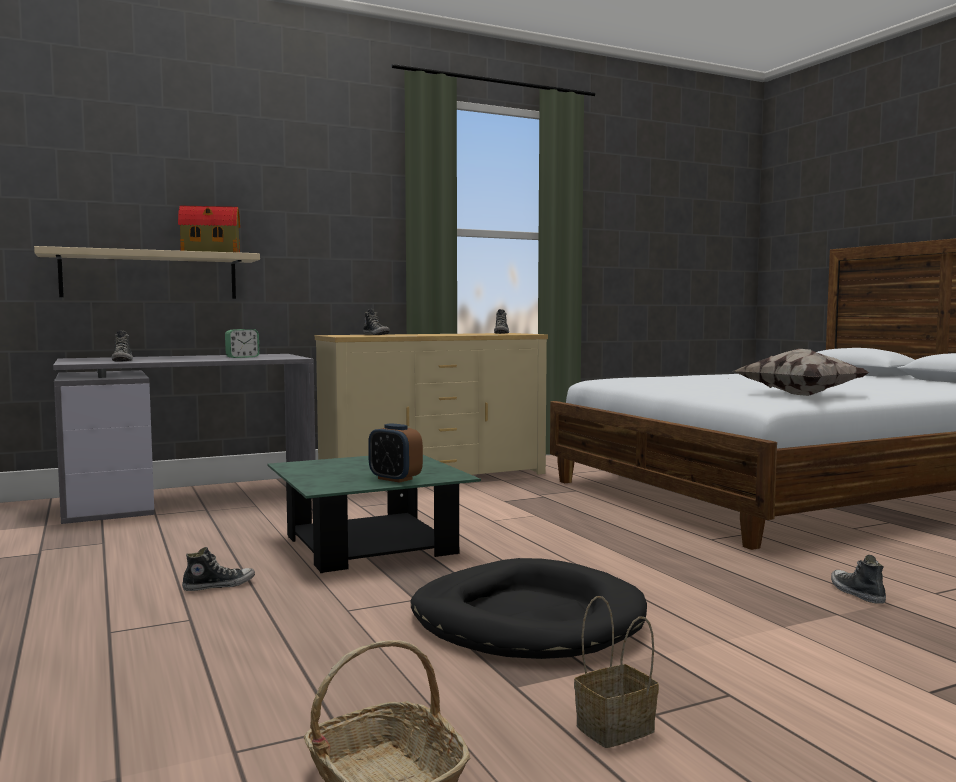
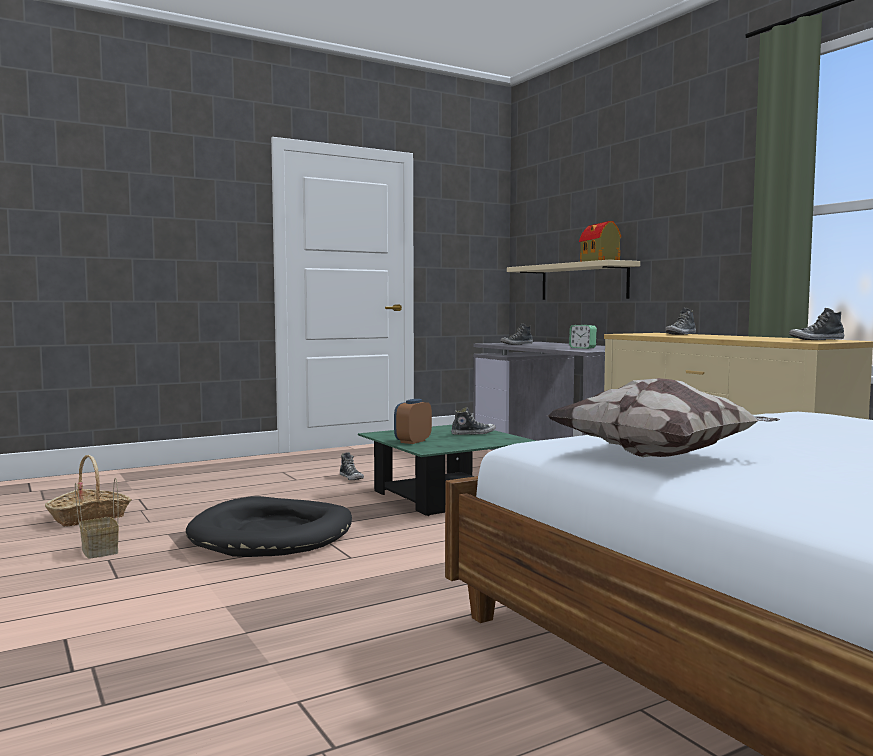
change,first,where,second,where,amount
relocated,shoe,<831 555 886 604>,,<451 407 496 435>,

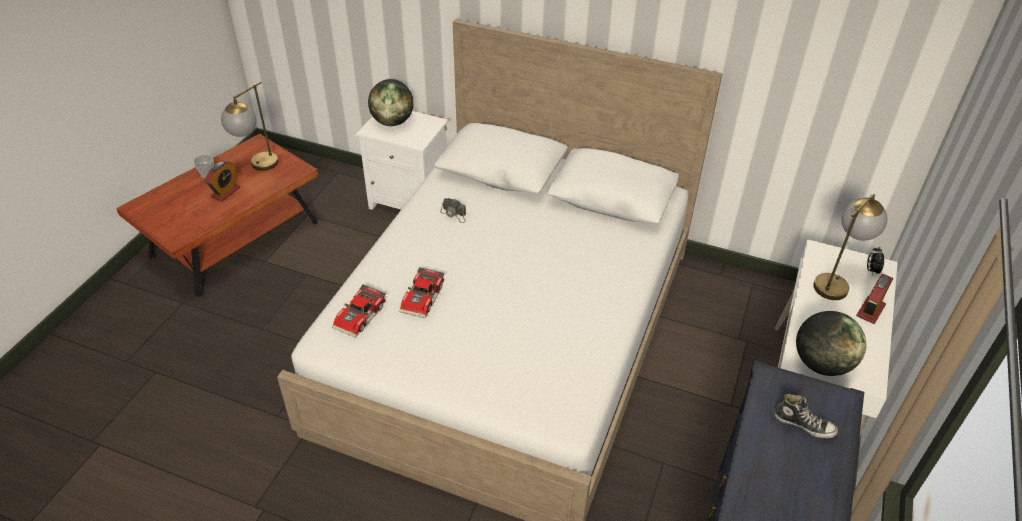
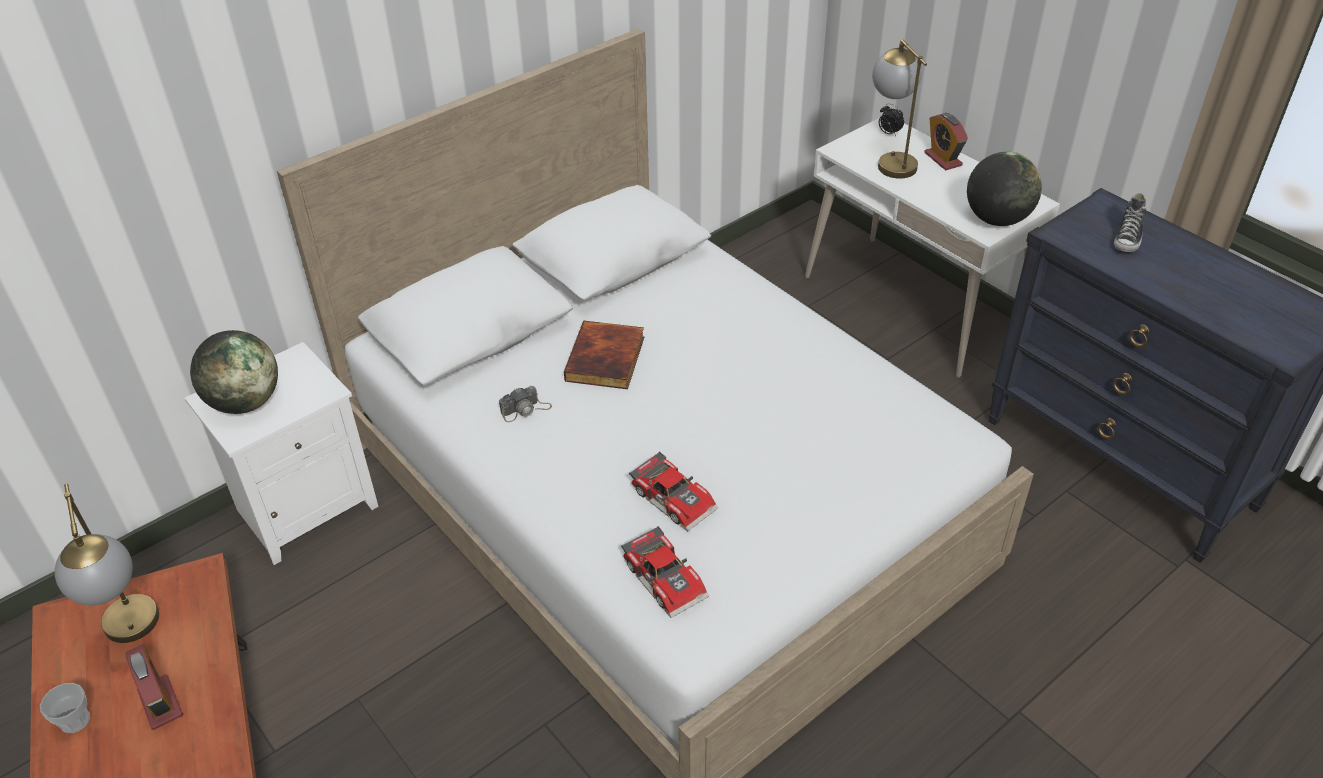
change,first,where,second,where,amount
spun,shoe,<773 394 838 438>,,<1114 193 1146 252>,150 degrees clockwise
appeared,,,book,<564 321 644 389>,

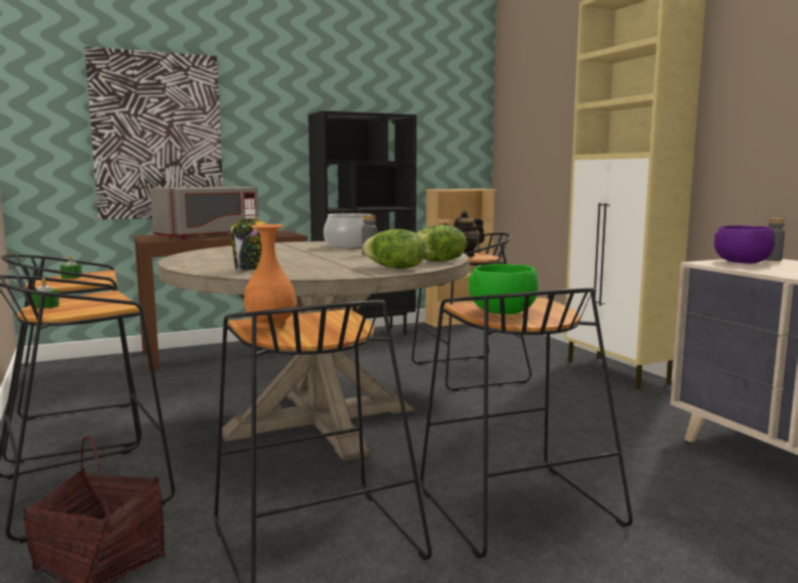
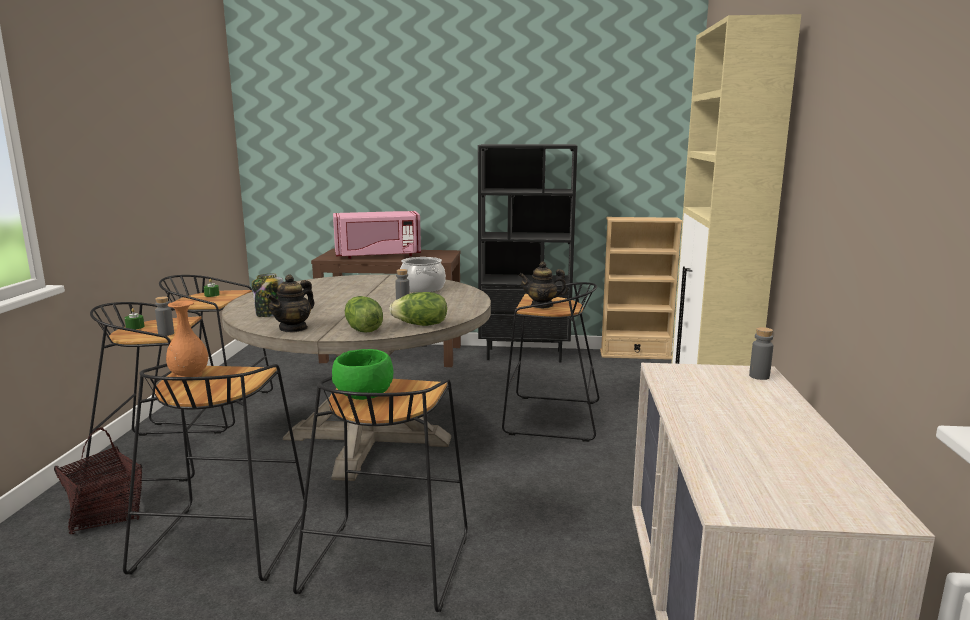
change,first,where,second,where,amount
missing,picture,<85 47 223 220>,,,
colour,grey microwave,<150 187 259 239>,pink microwave,<333 211 421 259>,
missing,purple bowl,<714 225 775 263>,,,
appeared,,,teapot,<266 274 315 333>,
appeared,,,grey bottle,<155 296 174 336>,

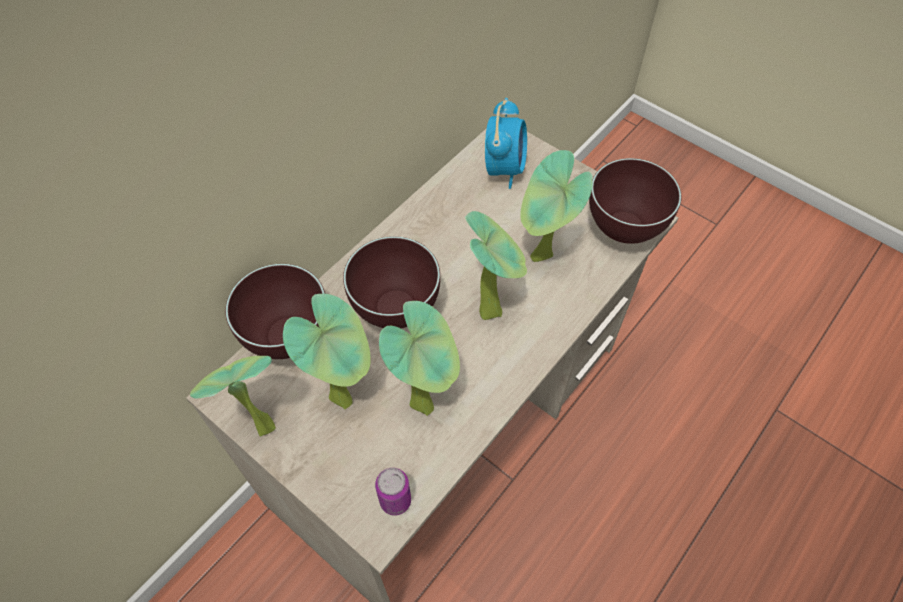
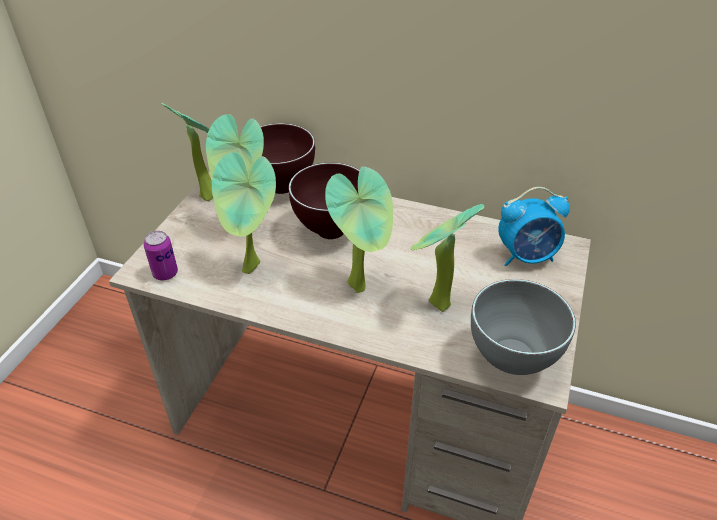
change,first,where,second,where,amount
colour,brown bowl,<589 158 682 244>,grey bowl,<471 279 576 375>,

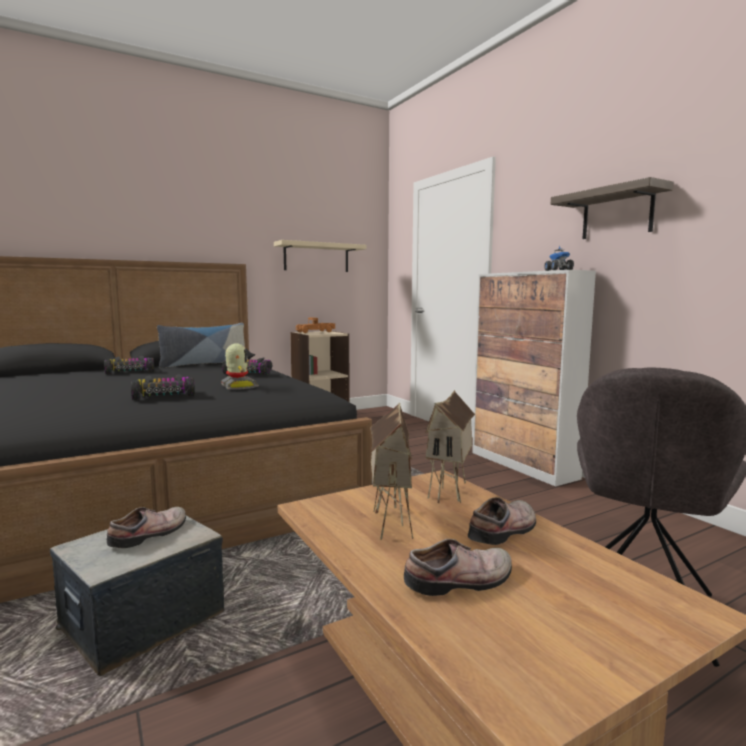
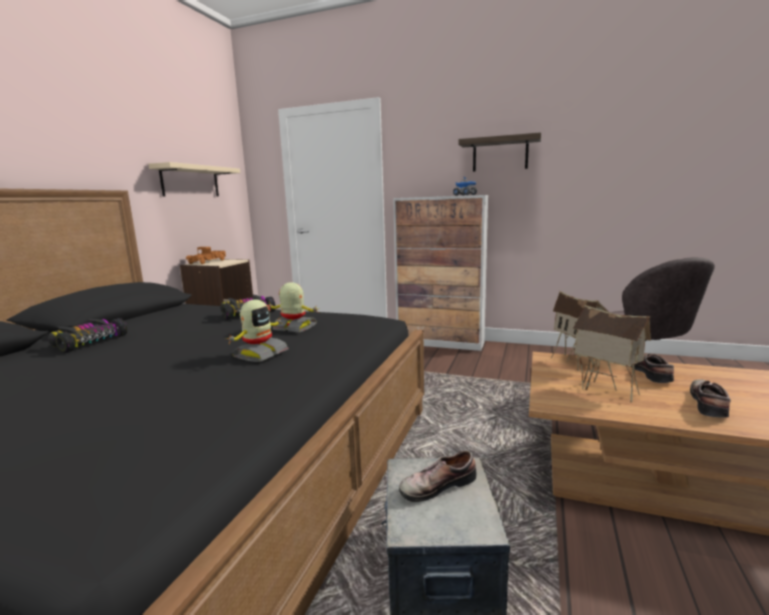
change,first,where,second,where,amount
missing,pillow,<157 323 248 368>,,,
exchanged,toy car,<131 374 195 400>,toy robot,<225 299 288 362>,
spun,shoe,<107 507 186 548>,,<399 450 476 502>,105 degrees counterclockwise

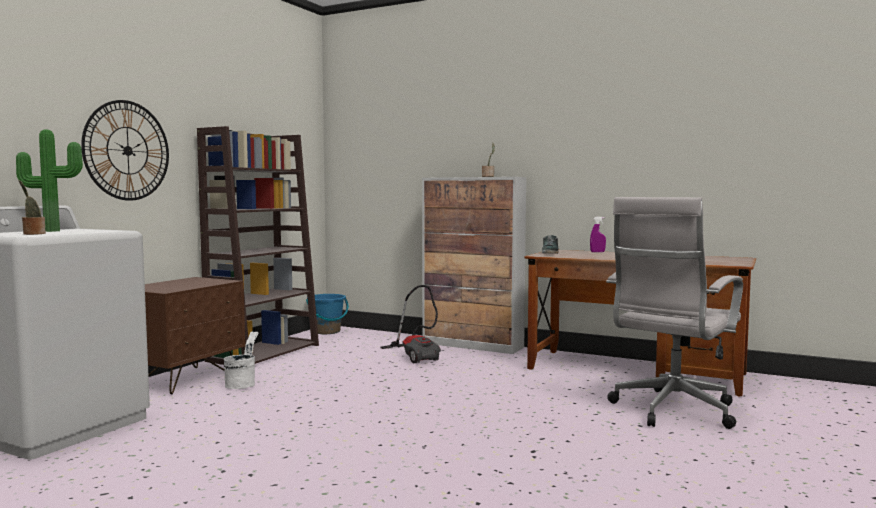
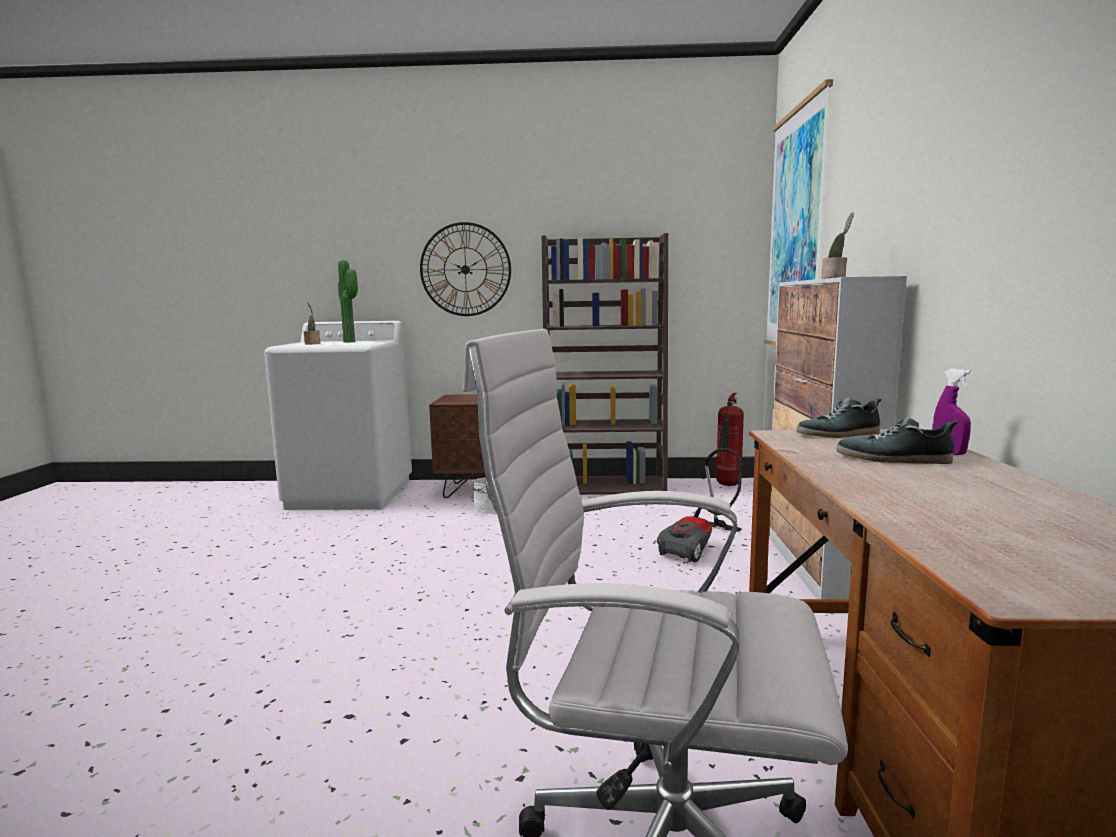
change,first,where,second,where,amount
exchanged,blue bucket,<306 294 348 334>,fire extinguisher,<716 393 744 486>,
appeared,,,picture,<764 79 833 346>,
appeared,,,shoe,<836 417 958 464>,

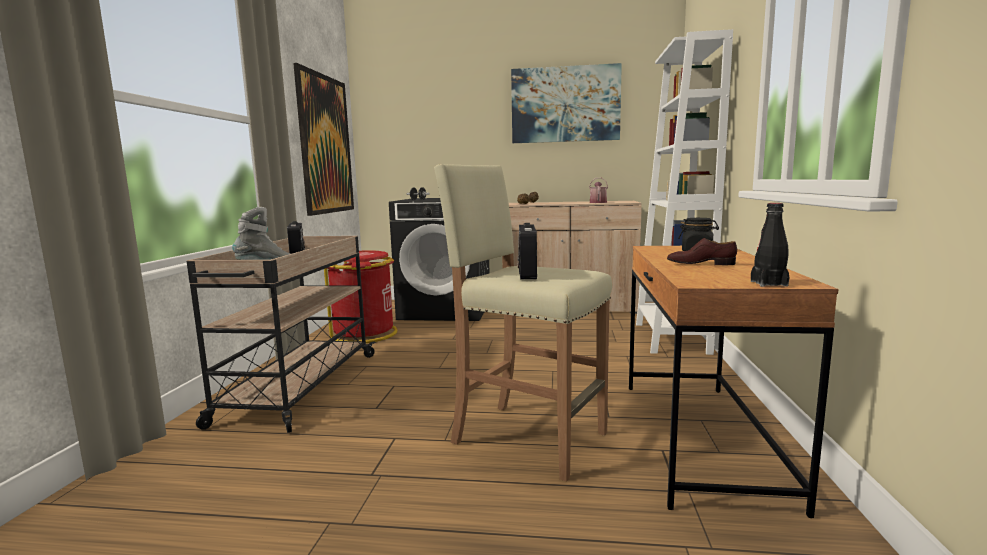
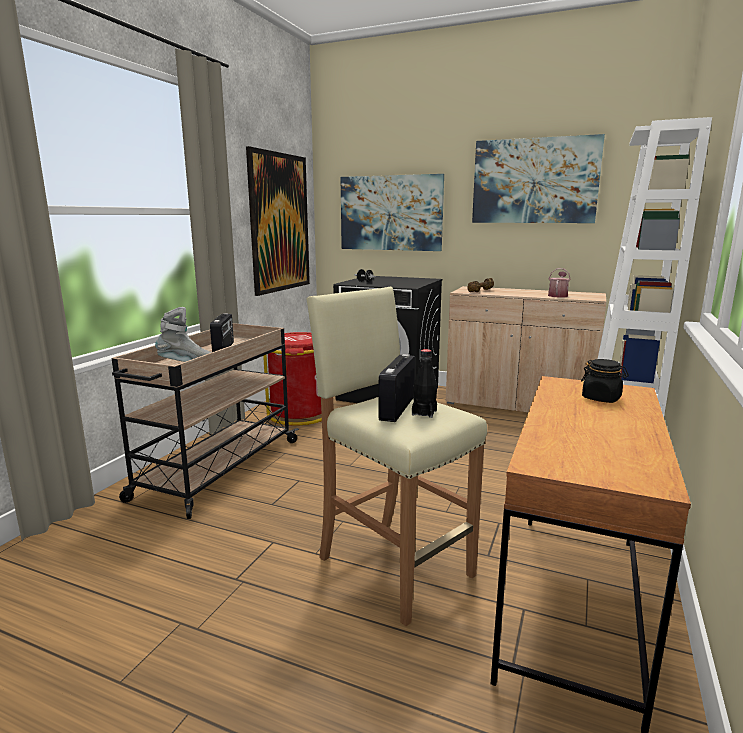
change,first,where,second,where,amount
relocated,black bottle,<751 203 790 287>,,<412 349 437 418>,
missing,brown shoe,<667 238 737 265>,,,
appeared,,,picture,<340 174 444 251>,

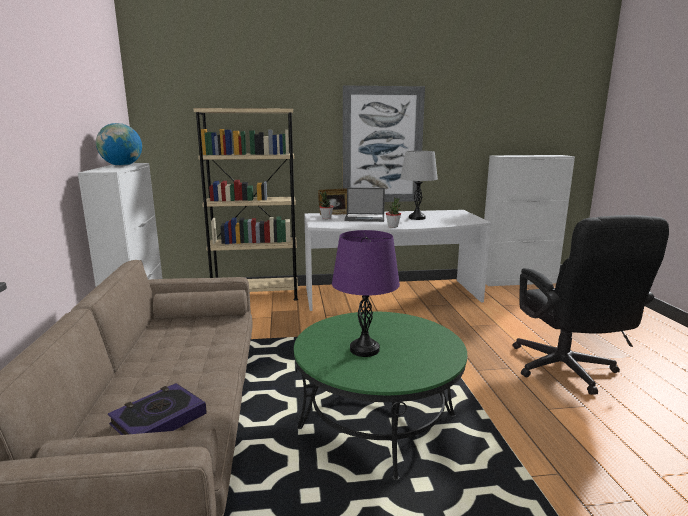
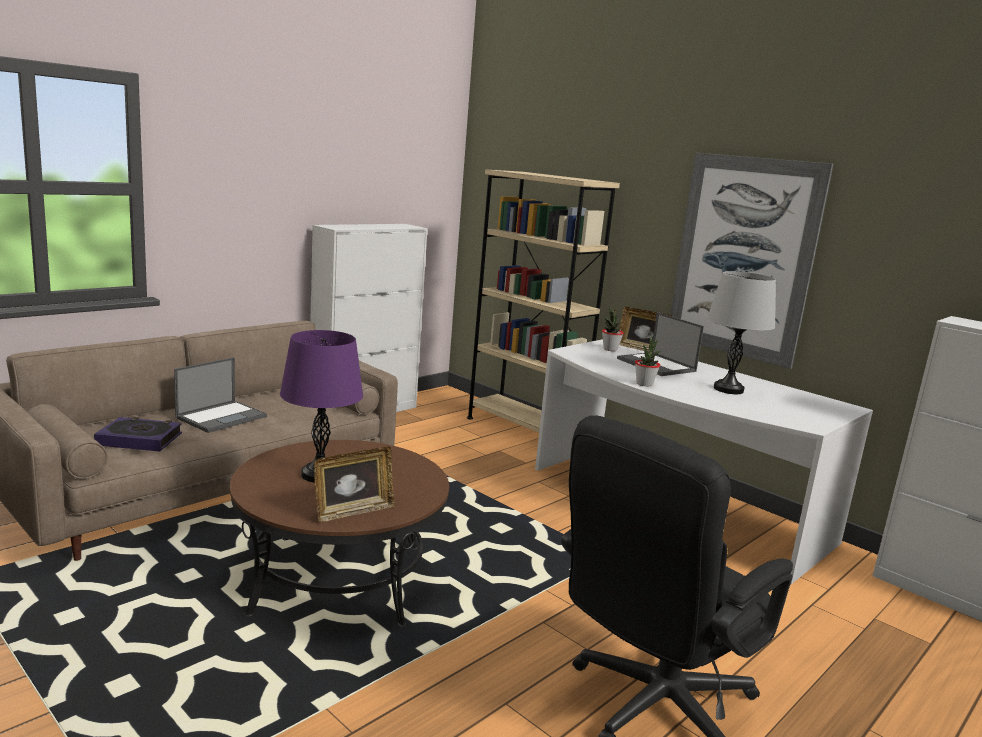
change,first,where,second,where,amount
missing,globe,<96 123 142 166>,,,
colour,green coffee table,<294 311 467 480>,brown coffee table,<230 440 449 626>,
appeared,,,laptop,<174 357 267 433>,
appeared,,,picture frame,<314 447 395 522>,

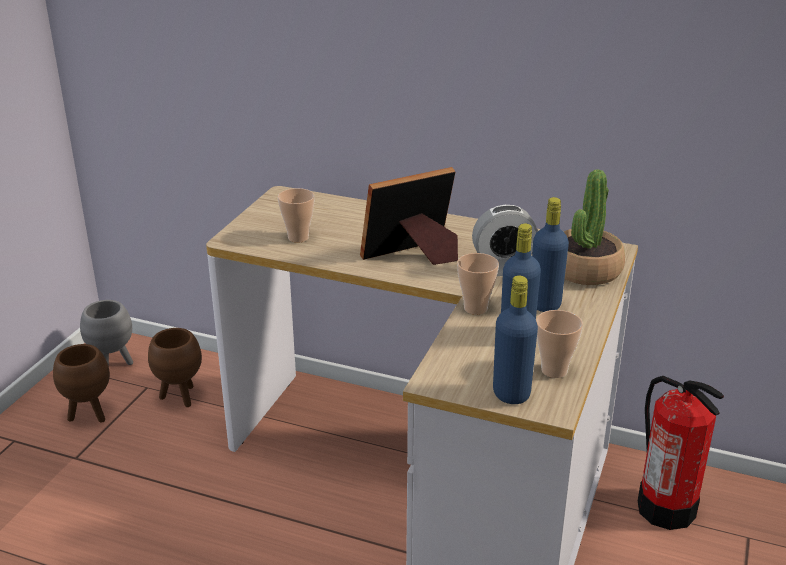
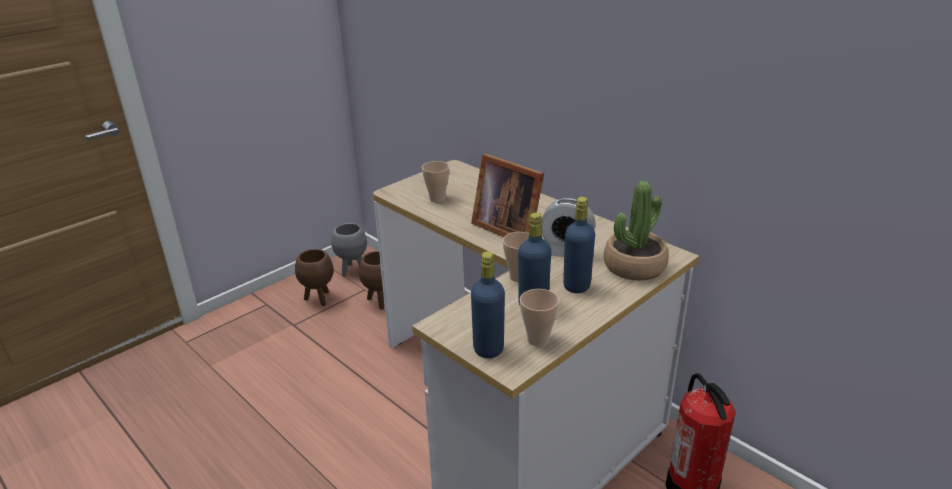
change,first,where,second,where,amount
spun,picture frame,<360 167 458 265>,,<471 154 544 237>,135 degrees counterclockwise

